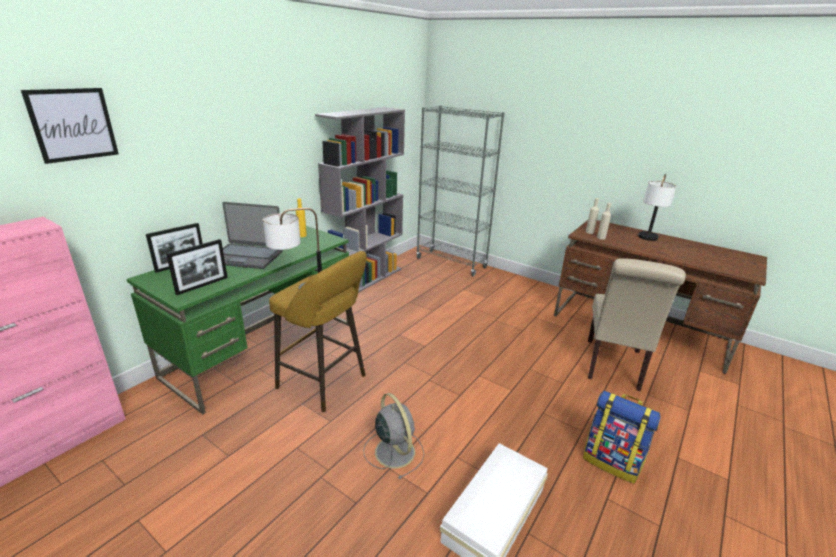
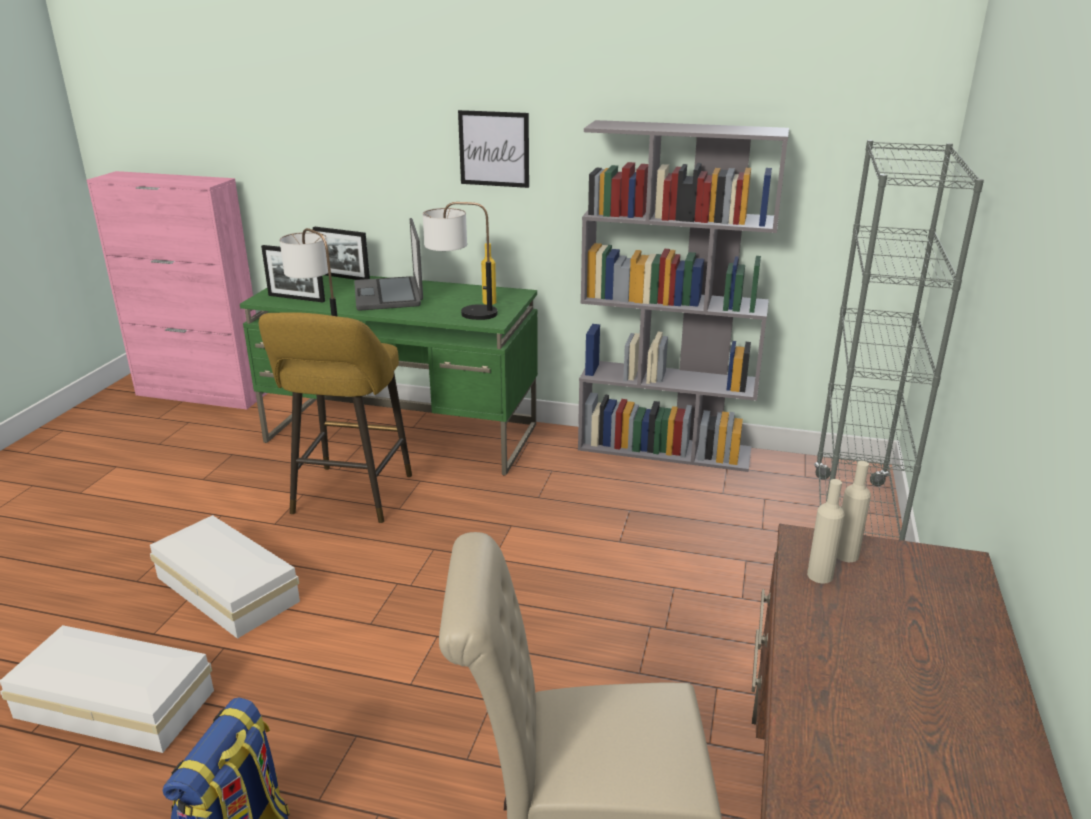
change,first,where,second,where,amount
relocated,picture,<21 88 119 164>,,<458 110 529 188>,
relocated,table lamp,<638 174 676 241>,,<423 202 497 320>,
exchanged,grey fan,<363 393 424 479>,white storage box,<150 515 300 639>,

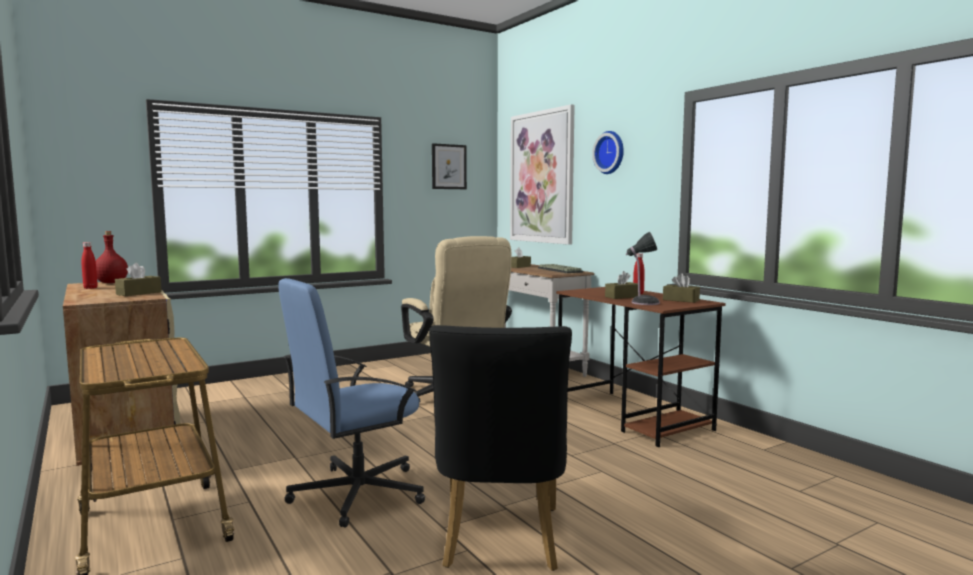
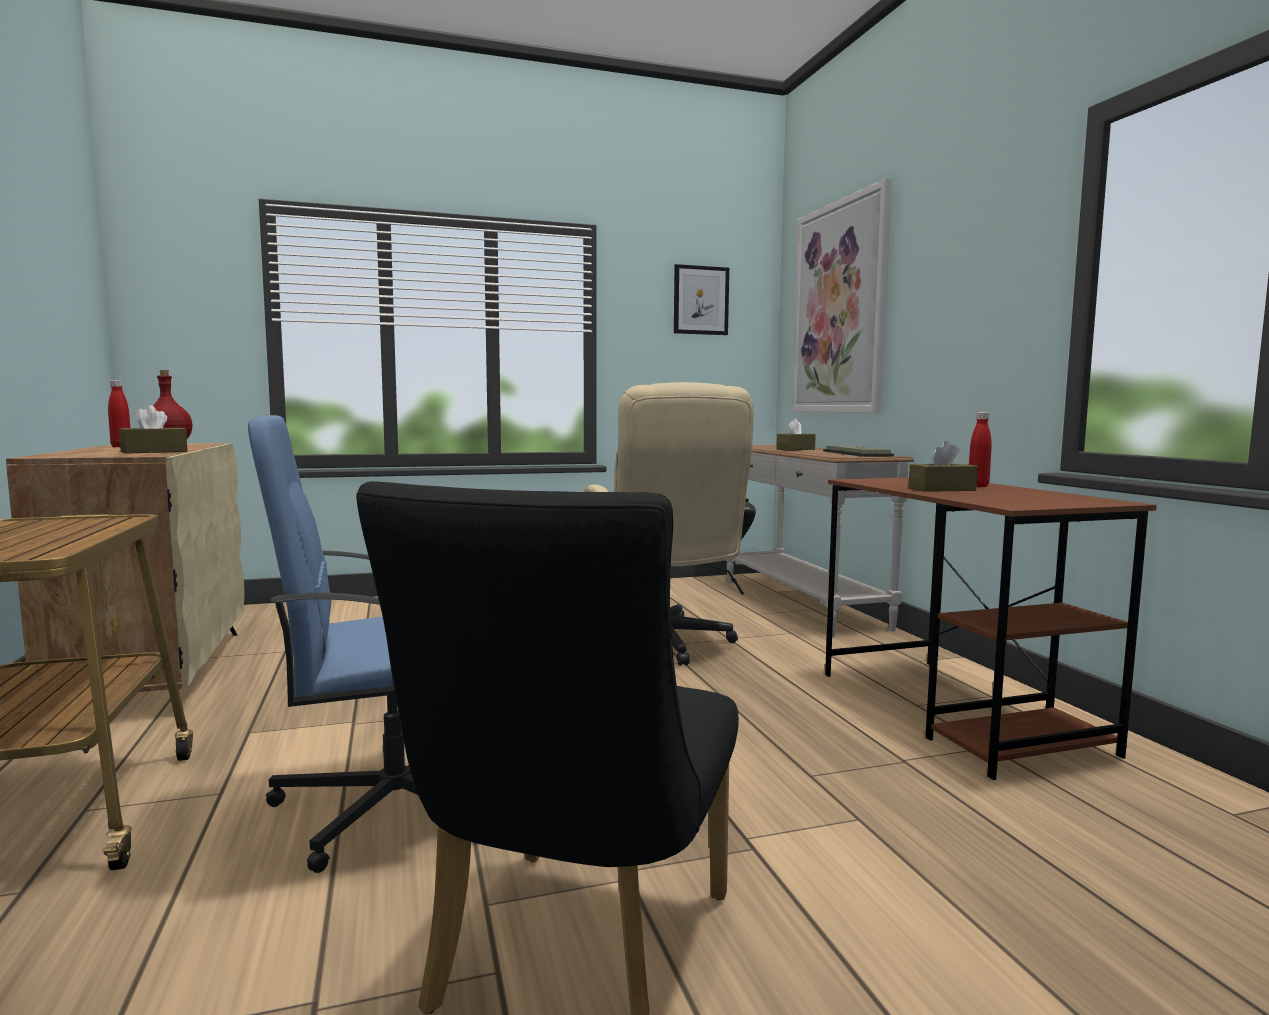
change,first,where,second,where,amount
missing,wall clock,<592 131 624 174>,,,
missing,table lamp,<626 232 660 305>,,,
missing,brown tissue box,<663 273 700 303>,,,

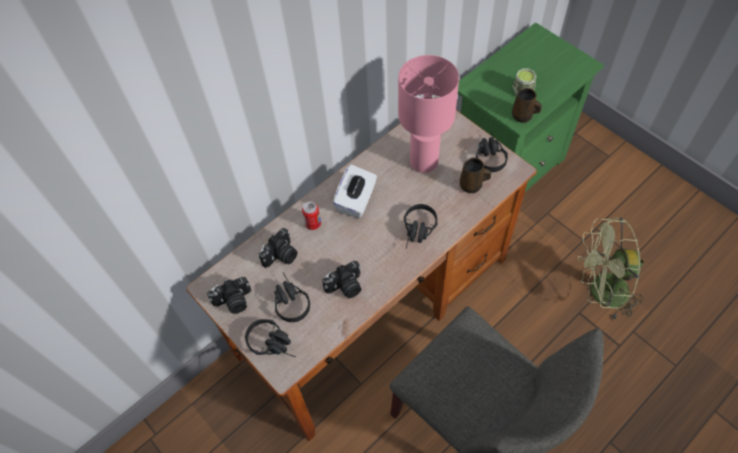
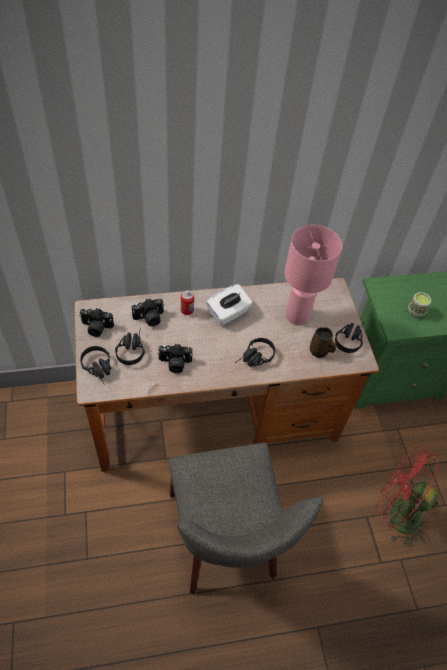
change,first,where,second,where,amount
missing,brown mug,<512 88 542 123>,,,
colour,green fan,<578 217 645 321>,red fan,<375 446 439 547>,

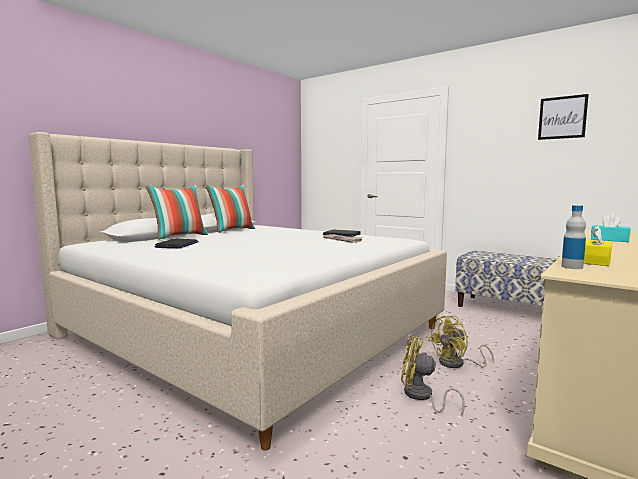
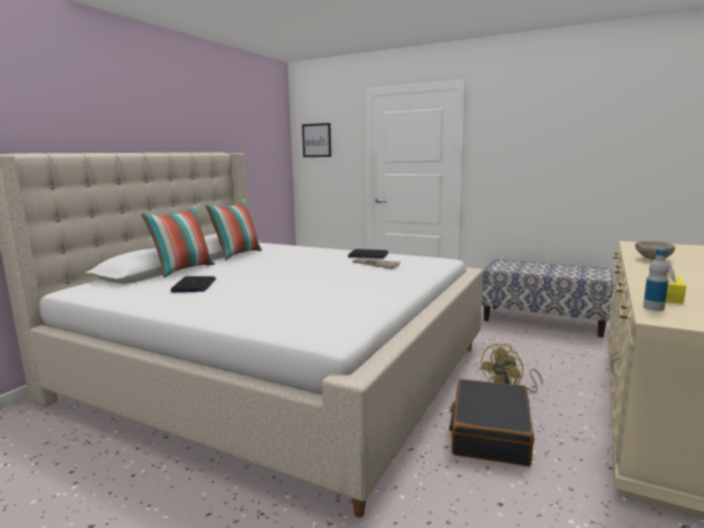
change,first,where,second,where,amount
relocated,picture,<538 94 589 140>,,<302 123 331 157>,
exchanged,turquoise tissue box,<591 214 630 242>,beige bowl,<635 241 675 260>,
exchanged,yellow fan,<401 336 465 416>,black suitcase,<449 379 534 466>,

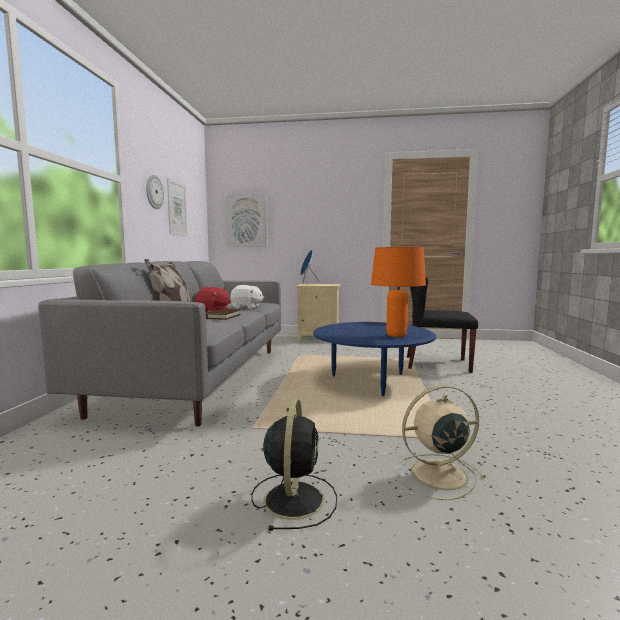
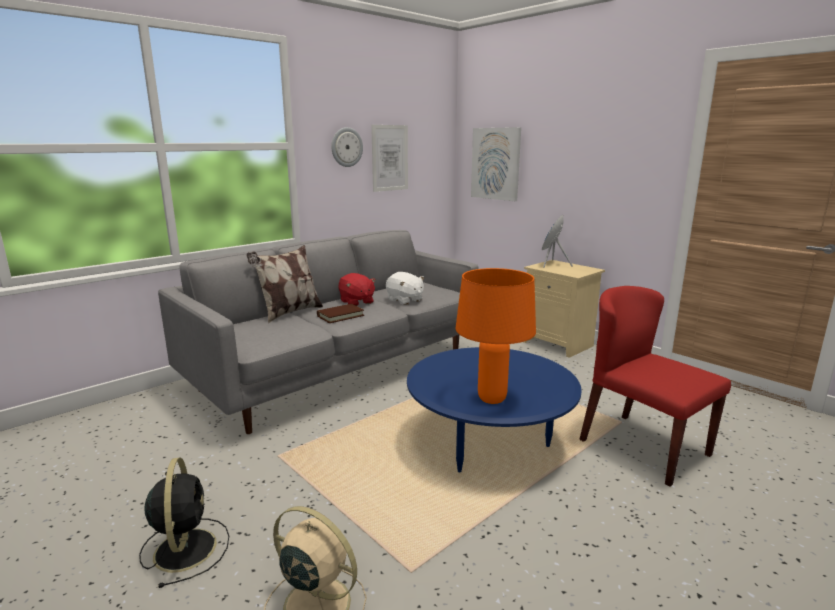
change,first,where,second,where,amount
colour,black chair,<407 276 478 373>,red chair,<579 286 731 487>,
spun,black fan,<251 399 337 531>,,<139 458 229 588>,60 degrees counterclockwise

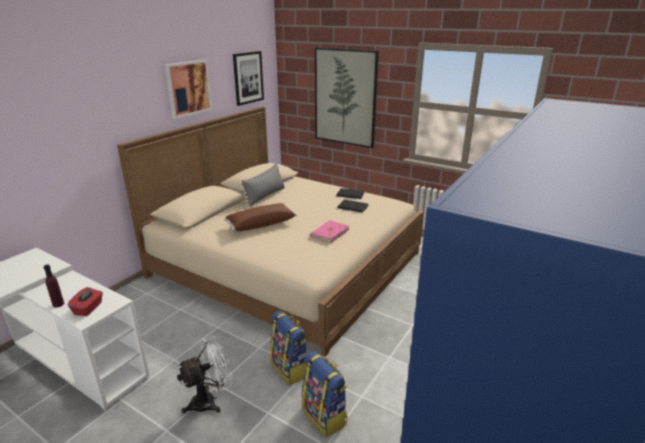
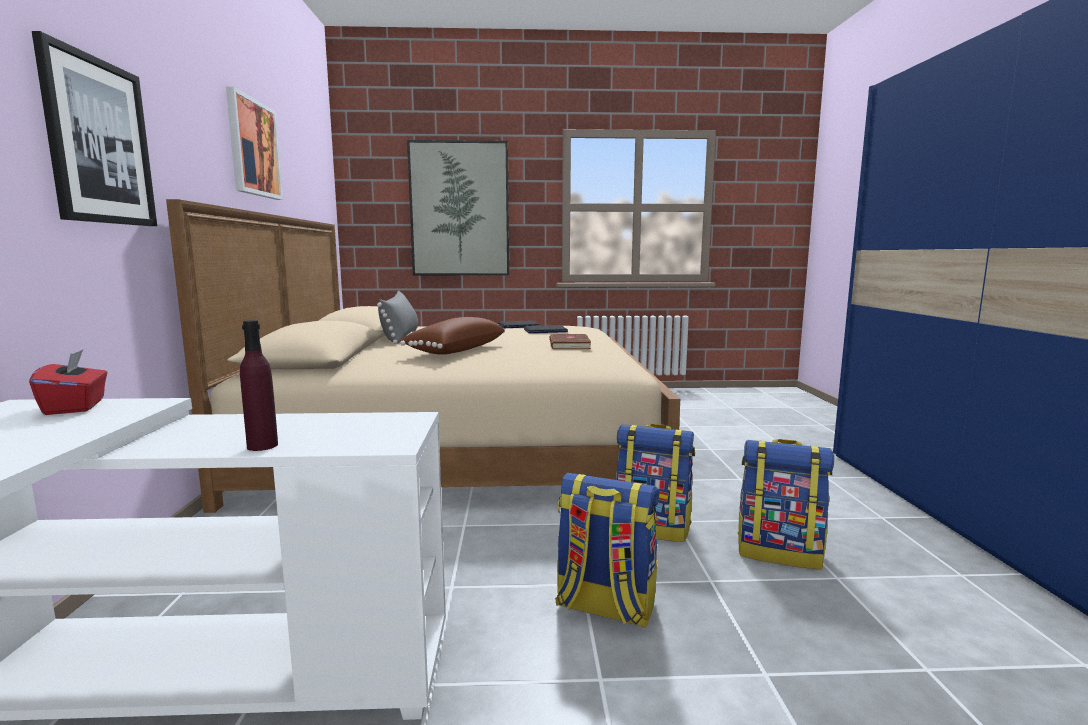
change,first,where,second,where,amount
relocated,picture,<233 51 264 106>,,<32 31 157 226>,
colour,pink book,<310 220 349 243>,brown book,<550 334 591 349>,
relocated,red tissue box,<68 287 103 316>,,<29 350 107 415>,
exchanged,white fan,<177 335 233 414>,backpack,<555 473 659 628>,

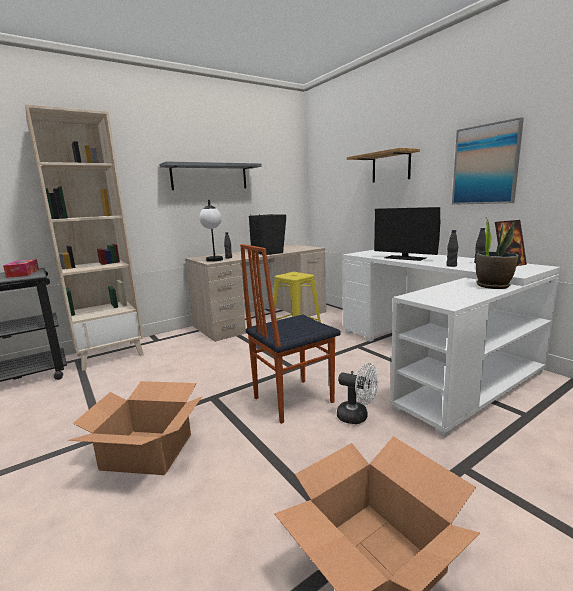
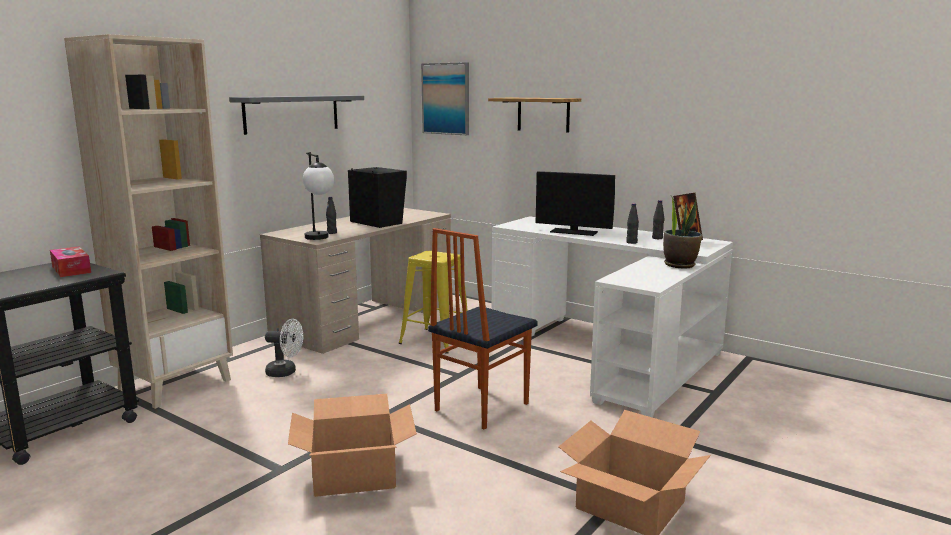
change,first,where,second,where,amount
relocated,picture,<452 117 524 205>,,<421 62 469 135>,
relocated,white fan,<337 363 378 424>,,<265 319 303 377>,

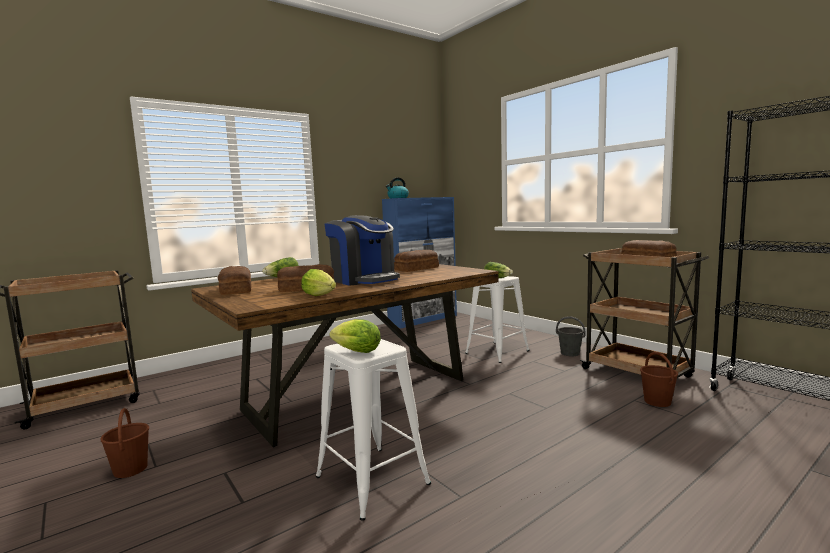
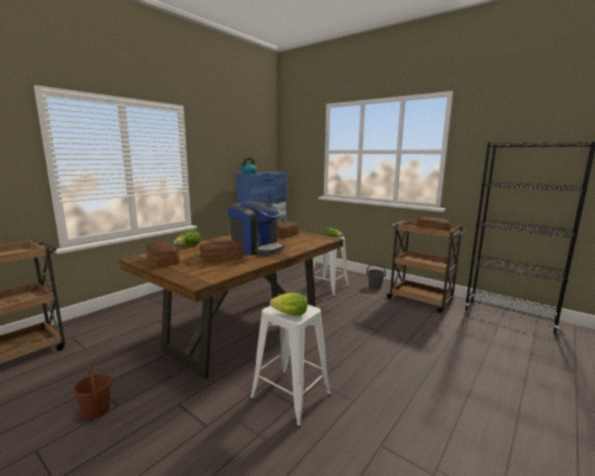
change,first,where,second,where,amount
missing,lettuce,<301 269 336 296>,,,
missing,brown bucket,<640 352 678 407>,,,

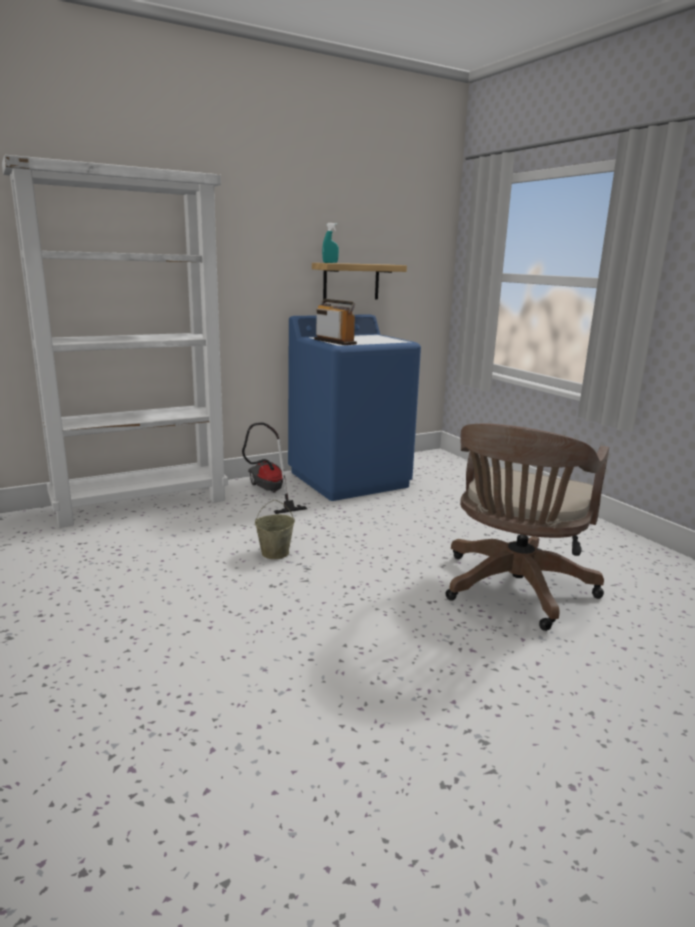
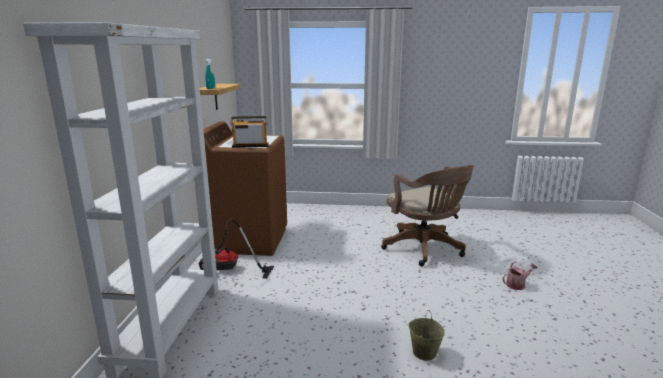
change,first,where,second,where,amount
colour,blue washing machine,<288 314 421 501>,brown washing machine,<203 121 287 256>,
relocated,beige bucket,<255 500 295 559>,,<409 310 445 361>,
appeared,,,watering can,<502 261 538 290>,

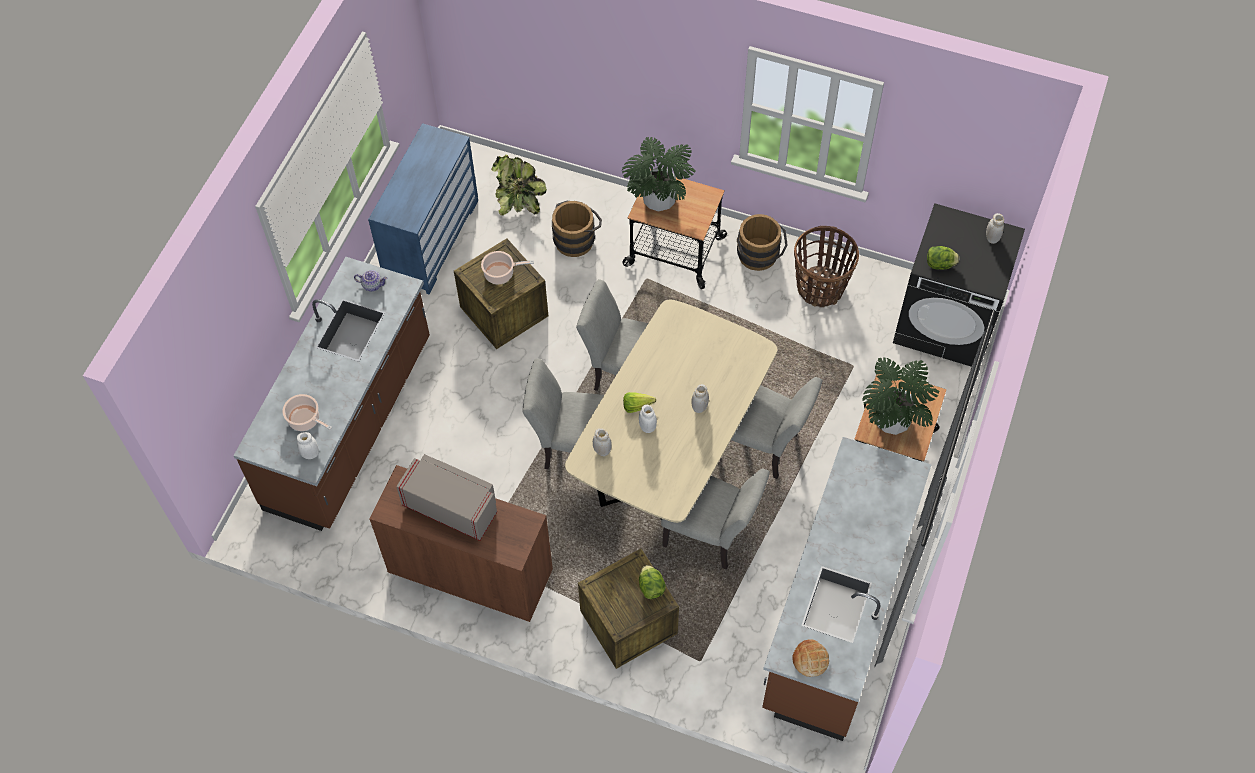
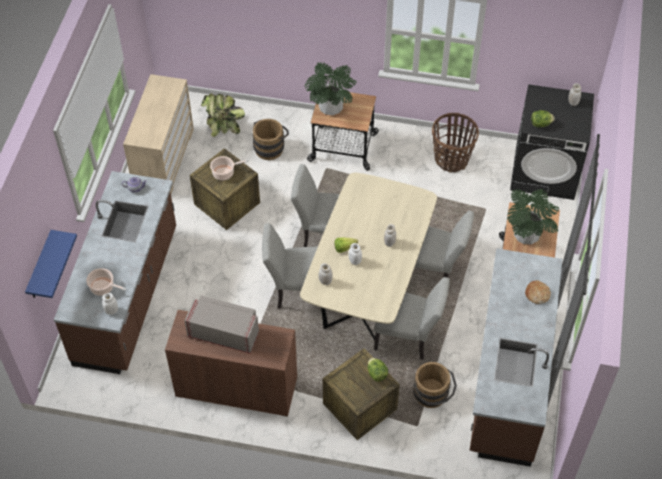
change,first,where,second,where,amount
colour,blue dresser,<368 123 478 294>,beige dresser,<123 74 194 193>,
relocated,brown bucket,<737 214 788 271>,,<413 362 457 408>,
relocated,bread,<792 639 829 677>,,<525 280 551 304>,
appeared,,,blue shelf,<25 230 77 298>,

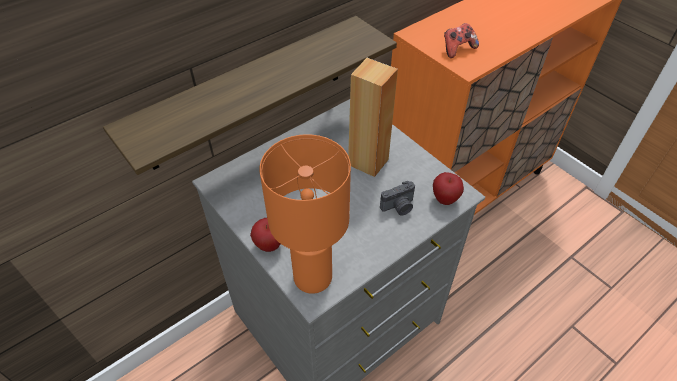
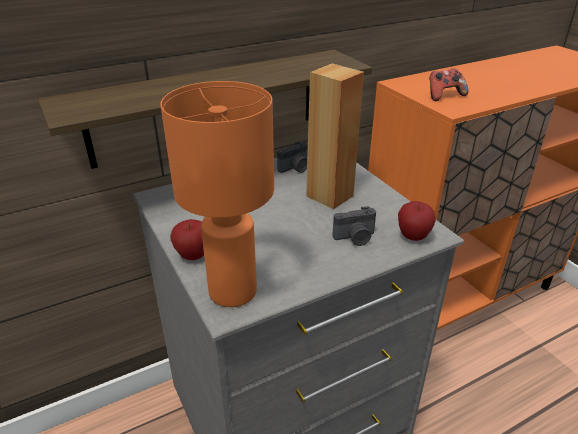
change,first,where,second,where,amount
appeared,,,photo camera,<277 141 308 173>,

